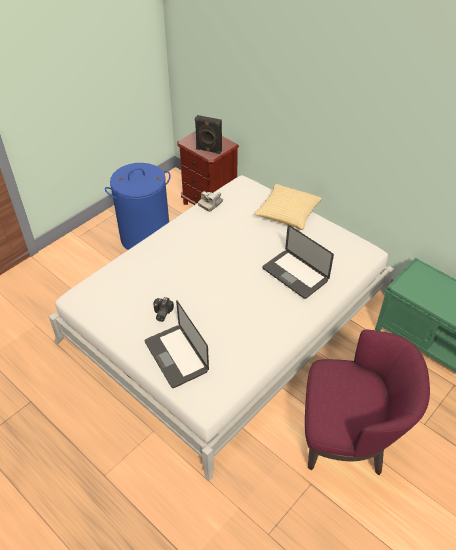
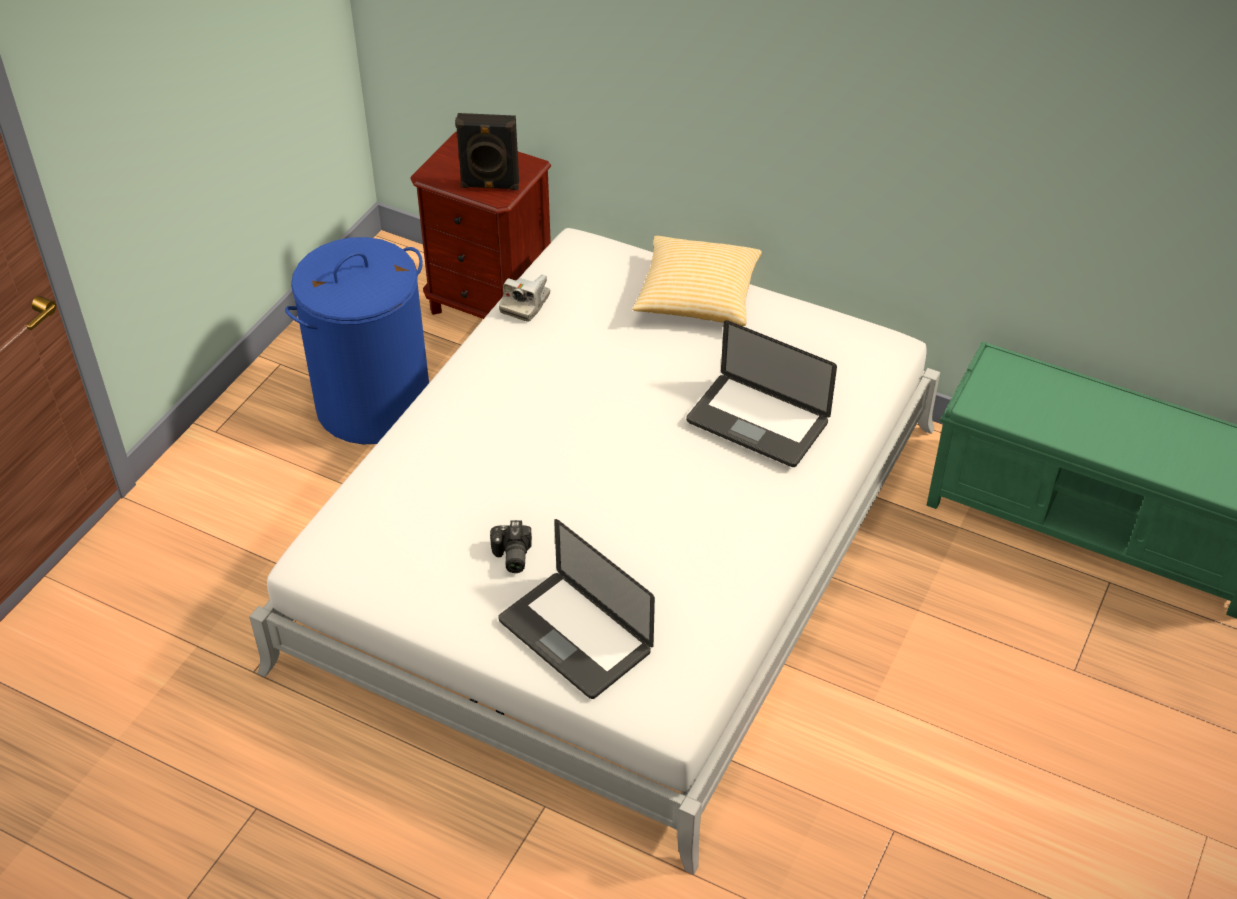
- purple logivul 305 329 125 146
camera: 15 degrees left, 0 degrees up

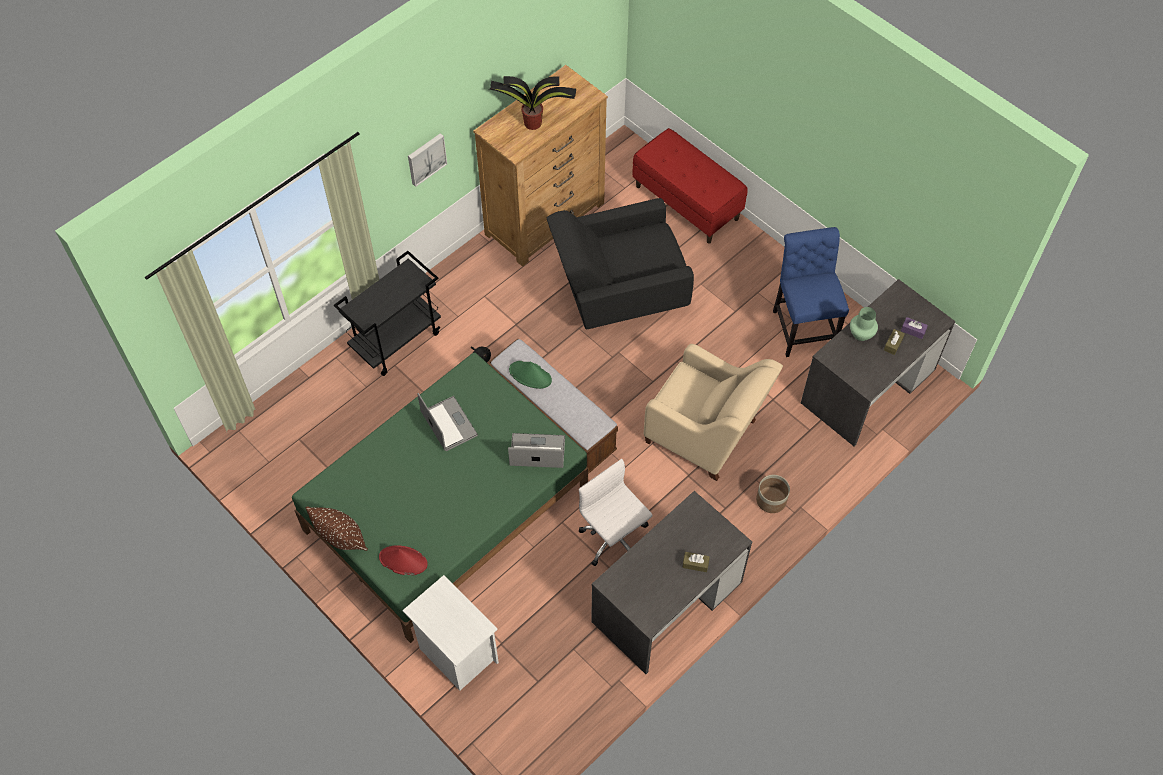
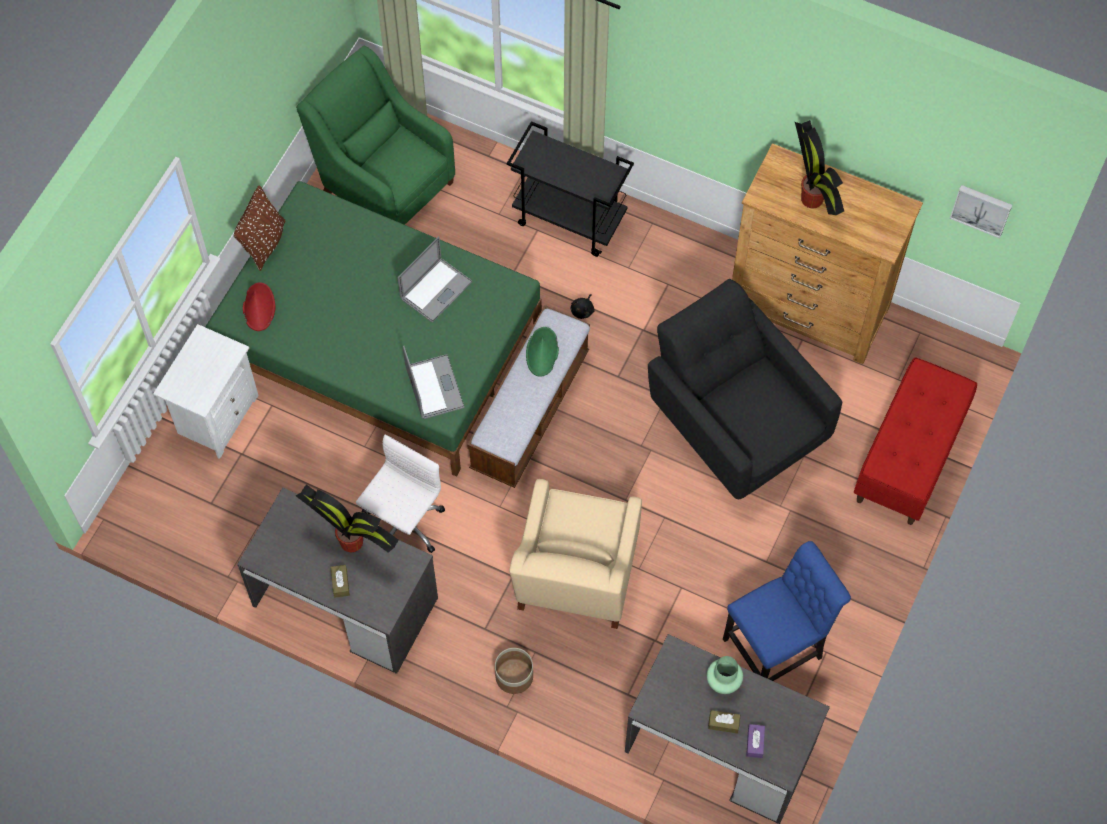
~ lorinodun 408 133 39 54 to 950 185 62 53
+ green logivul 296 46 159 179
+ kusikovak 296 484 102 68
camera: 70 degrees right, 5 degrees up

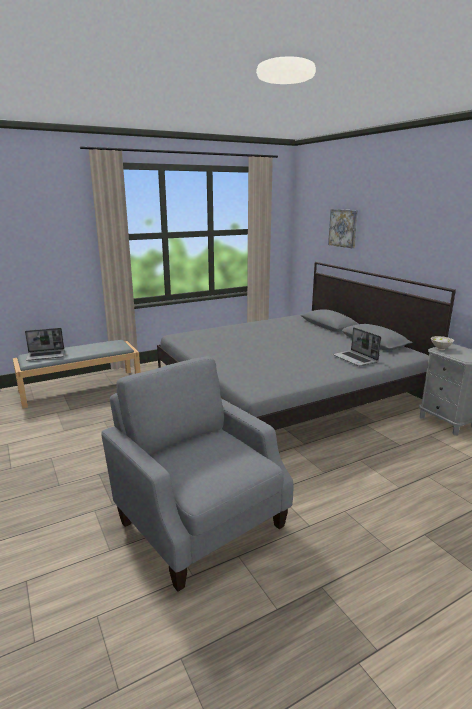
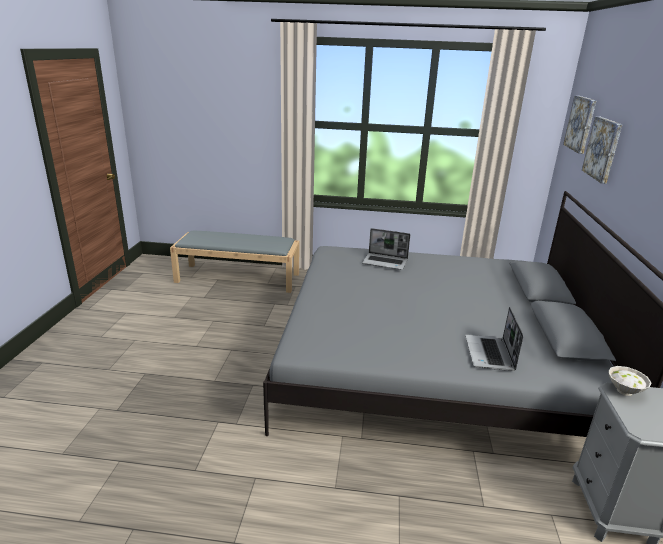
~ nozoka 25 328 39 33 to 362 228 48 42
- grey logivul 101 356 193 236
+ lorinodun 563 95 34 59
camera: 35 degrees right, 5 degrees up

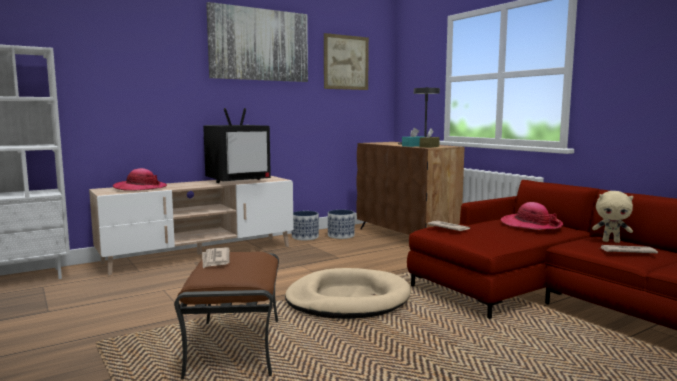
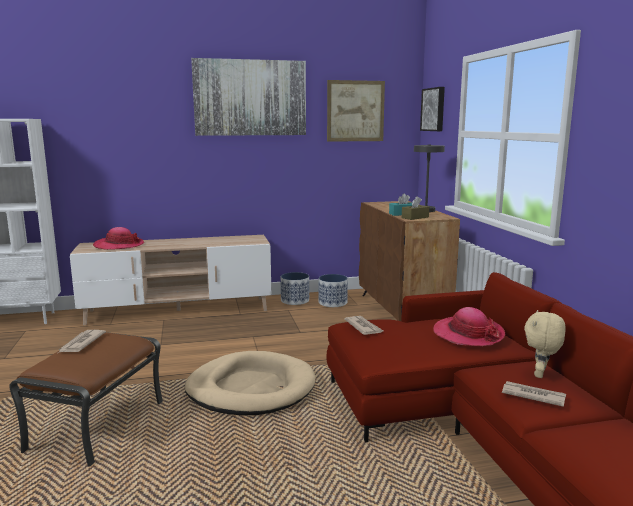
- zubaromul 203 108 68 75
~ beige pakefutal 592 191 42 52 = 524 310 42 68 75 degrees clockwise
+ lorinodun 420 87 25 44
camera: 20 degrees right, 5 degrees up

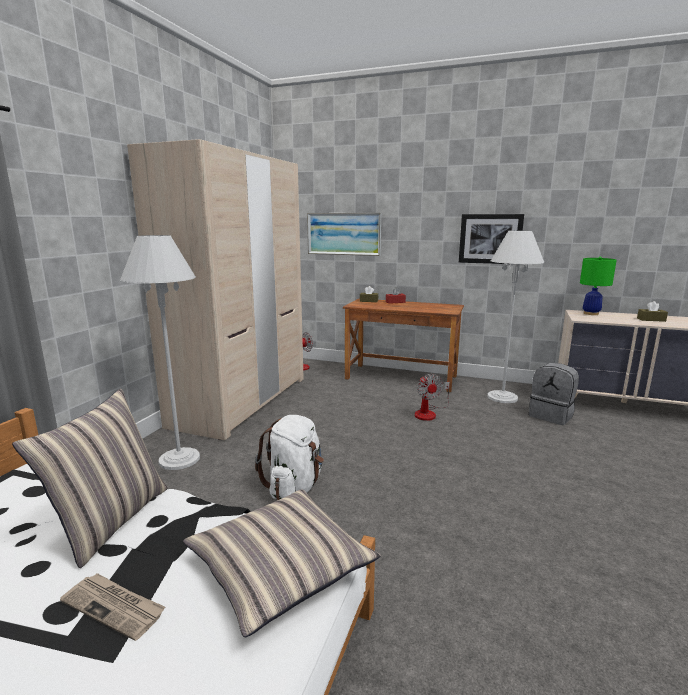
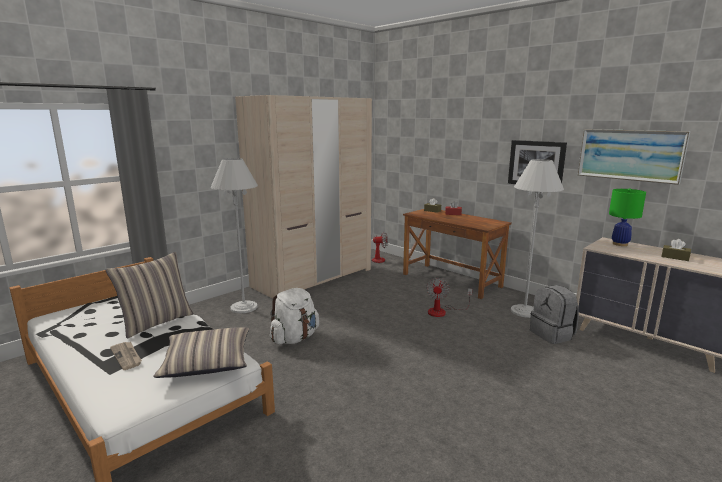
~ lorinodun 307 213 74 43 to 578 129 112 56
camera: 25 degrees right, 0 degrees up

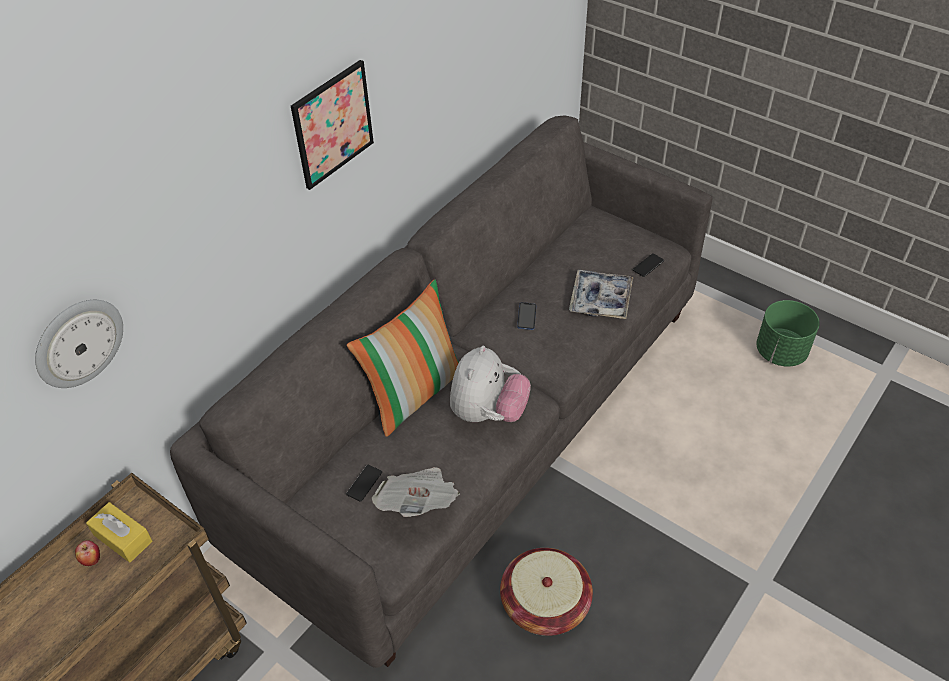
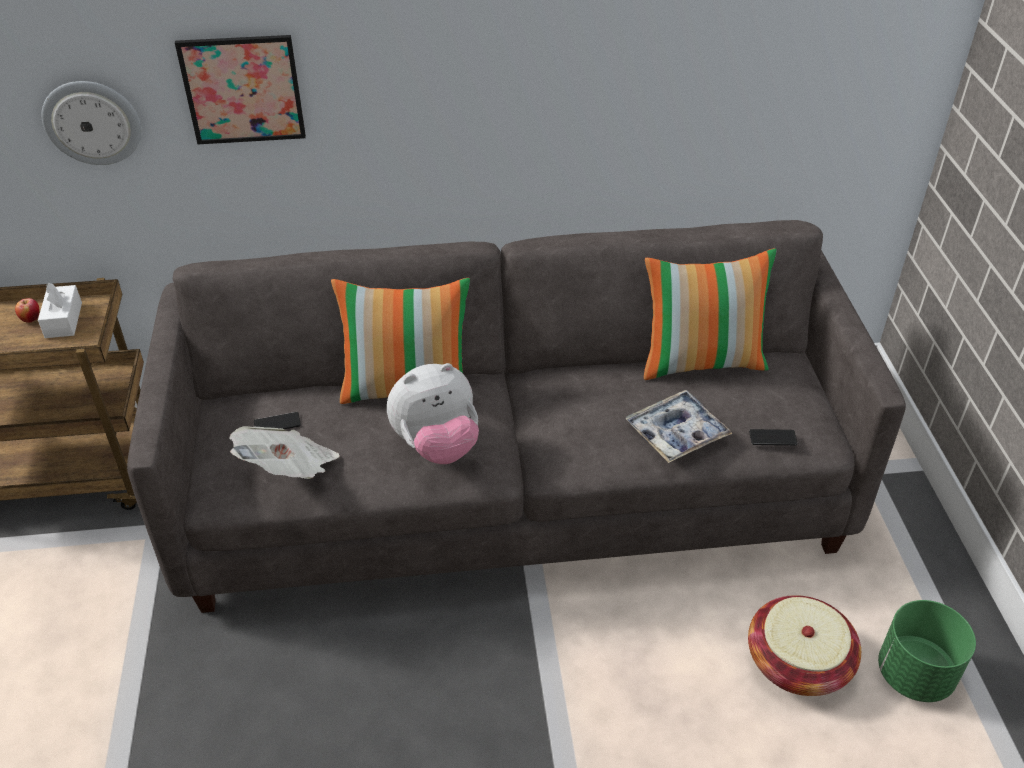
~ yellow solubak 86 502 66 61 to white solubak 38 283 44 55
~ lorinodun 291 60 83 130 to 175 35 131 109
~ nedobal 500 548 93 88 to 748 595 113 101
- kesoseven 517 302 19 28
+ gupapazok 644 248 133 132
camera: 45 degrees right, 5 degrees down

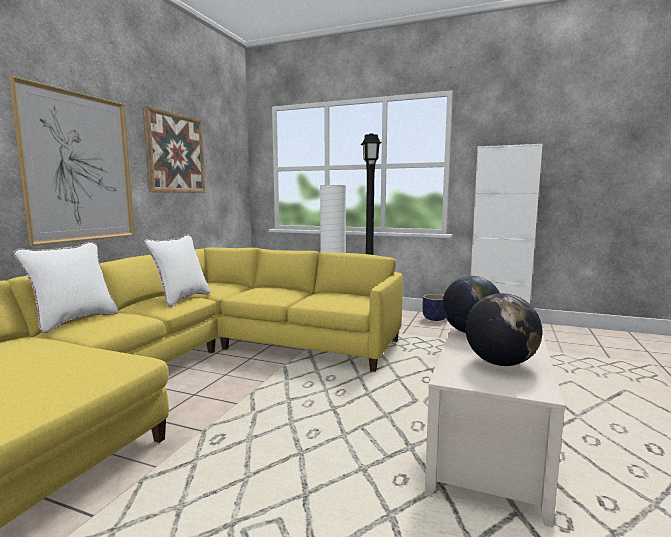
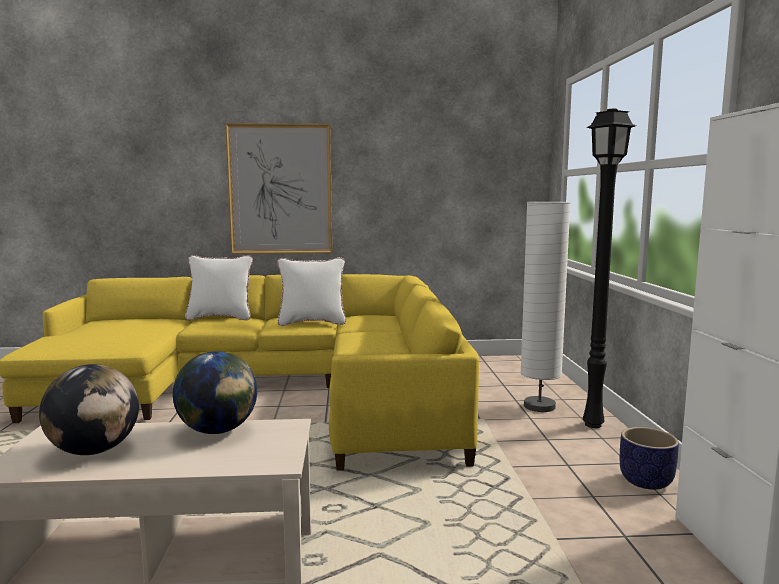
- lorinodun 143 105 63 88
camera: 65 degrees right, 0 degrees up

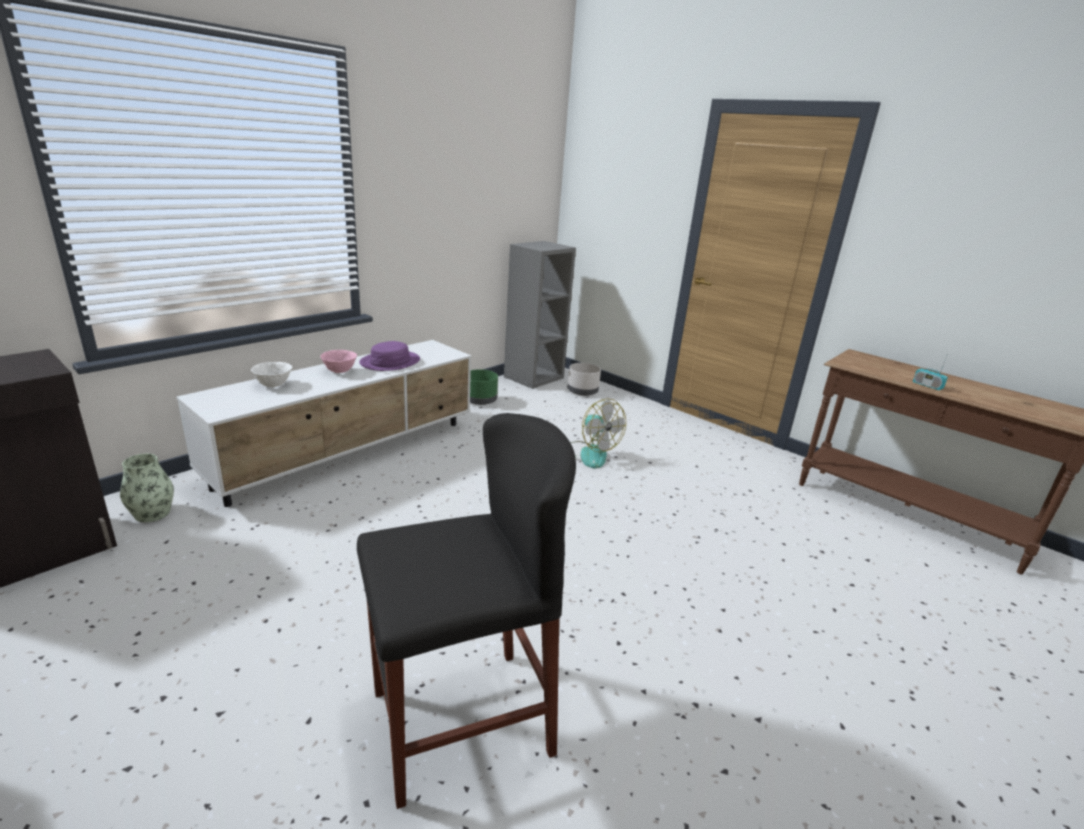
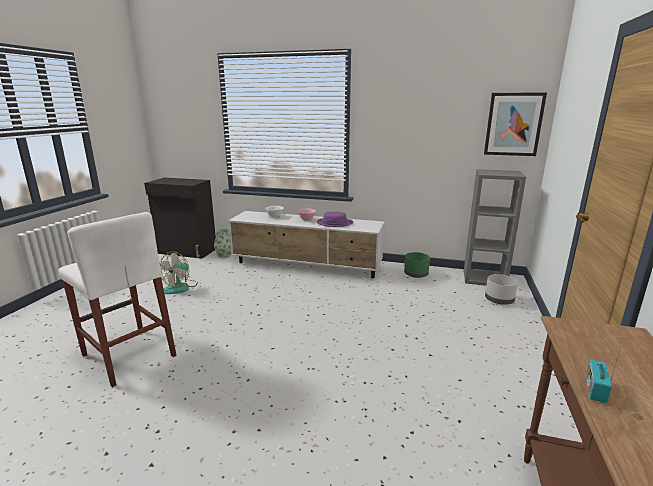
~ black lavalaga 357 413 219 396 to white lavalaga 58 212 118 175
~ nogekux 571 398 55 70 to 160 251 38 43
+ lorinodun 484 92 63 64
camera: 65 degrees right, 5 degrees down

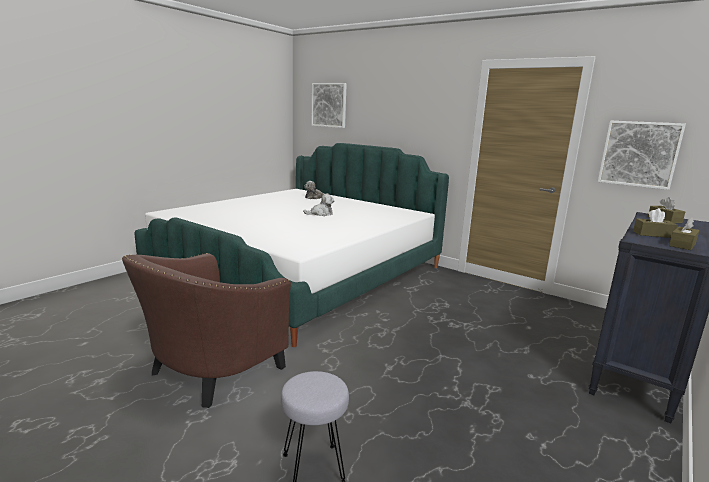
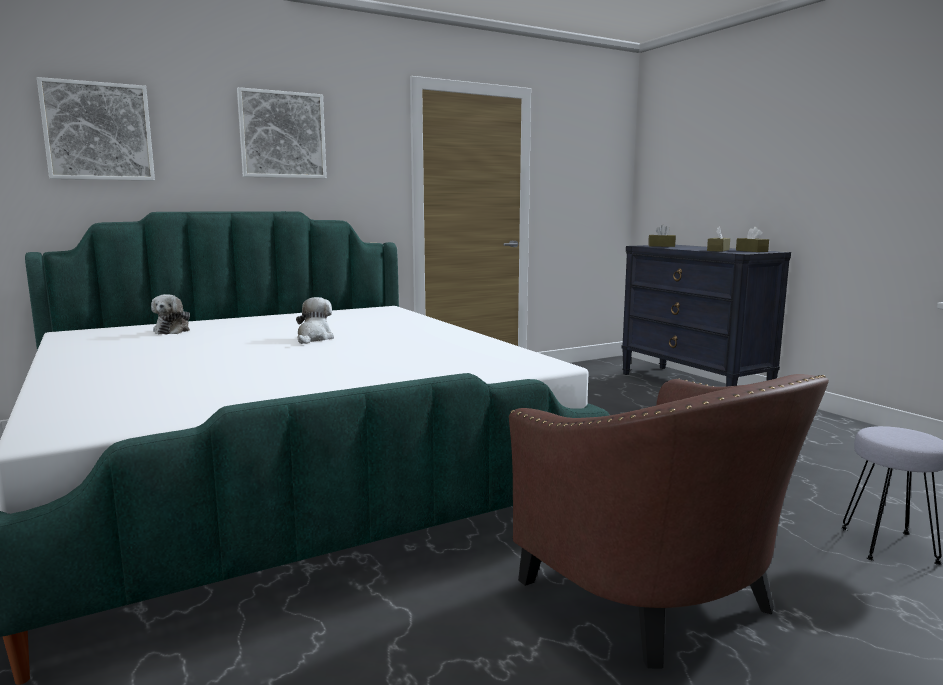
~ lorinodun 598 121 88 69 to 237 87 90 92
camera: 65 degrees left, 5 degrees down

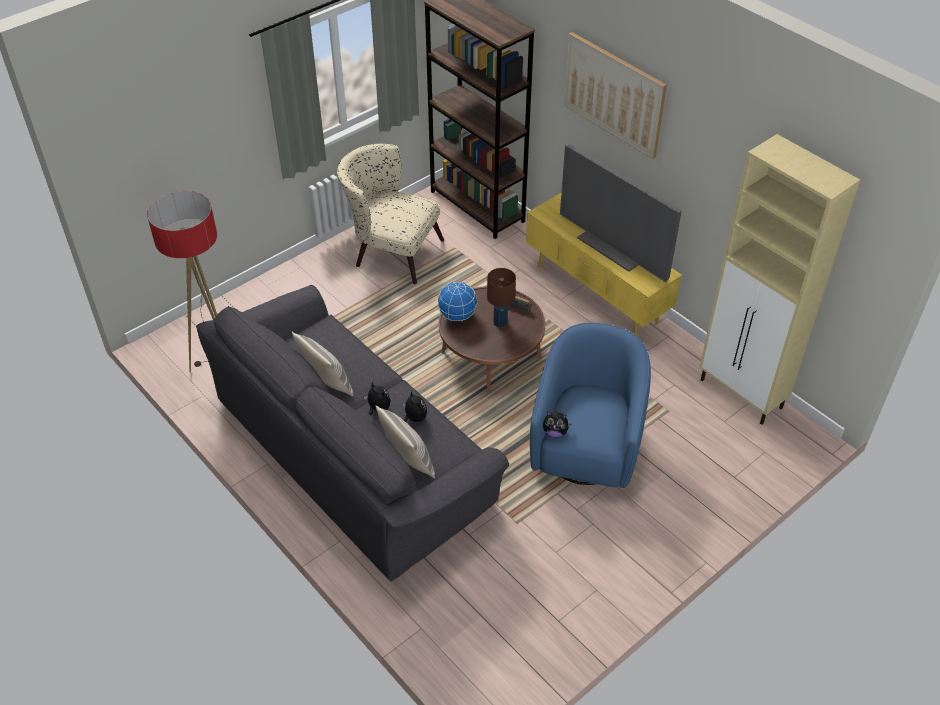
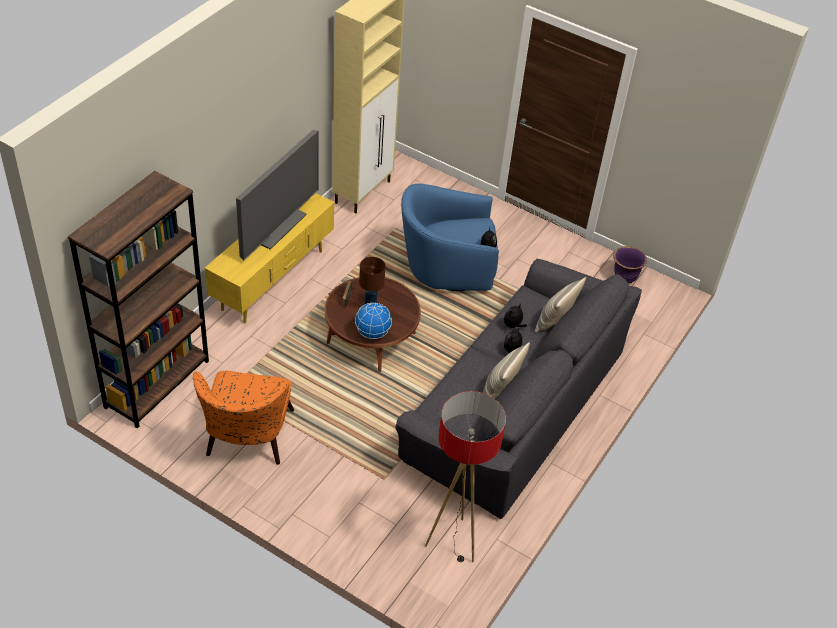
~ beige logivul 337 144 107 140 to orange logivul 193 371 101 94
- lorinodun 564 32 103 127
+ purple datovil 613 246 34 37
camera: 110 degrees left, 0 degrees up

